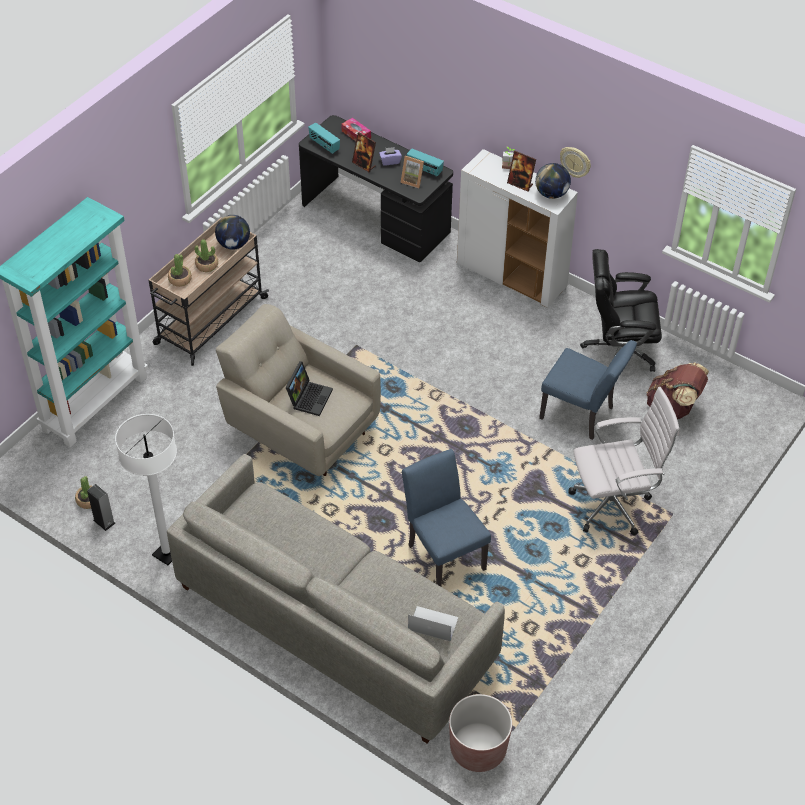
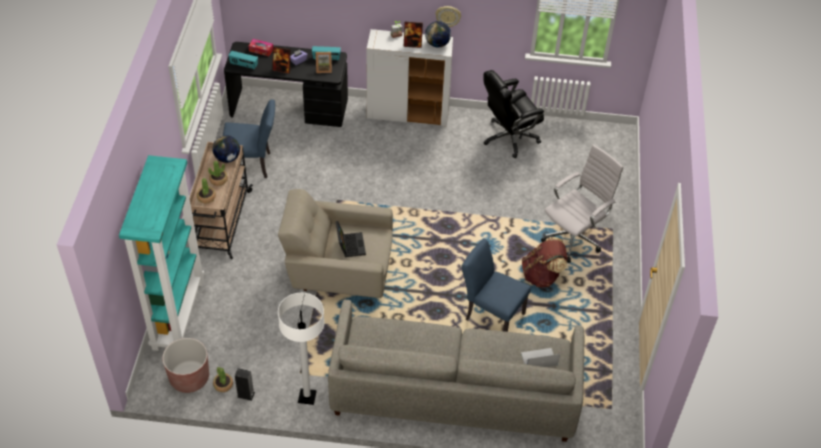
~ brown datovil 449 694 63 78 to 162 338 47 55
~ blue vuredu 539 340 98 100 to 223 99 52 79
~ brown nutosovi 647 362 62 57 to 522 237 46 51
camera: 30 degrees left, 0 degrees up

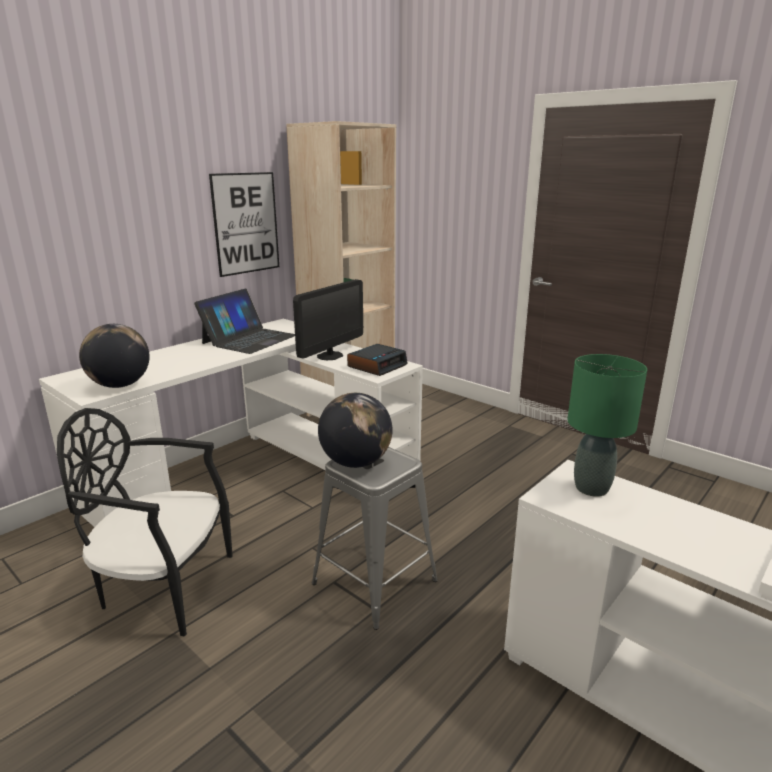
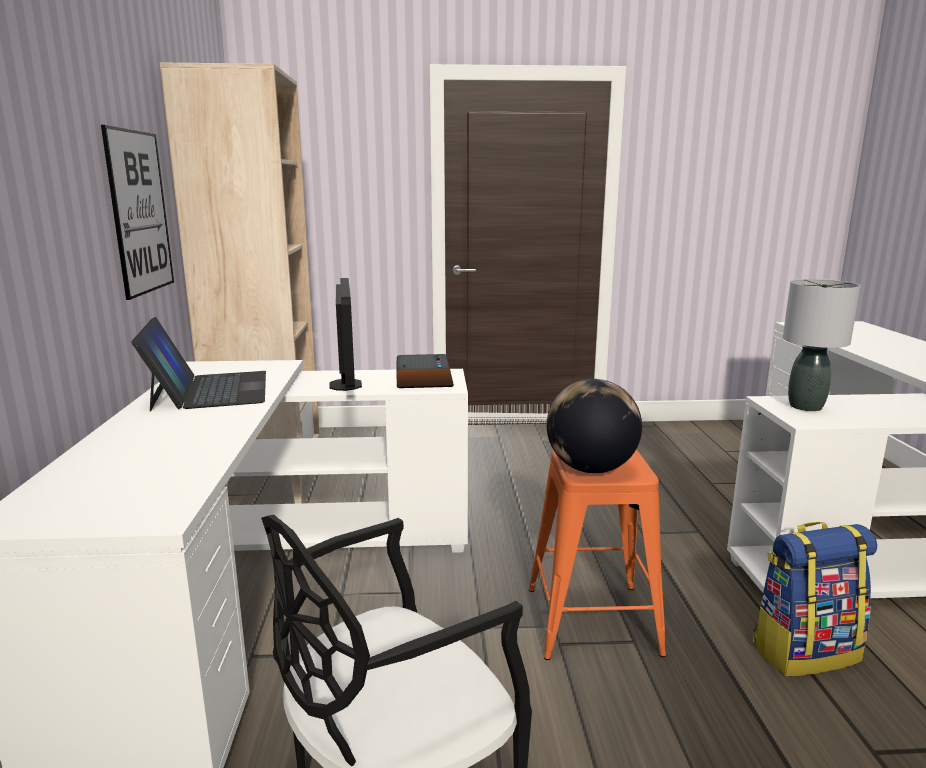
- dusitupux 79 324 71 64
~ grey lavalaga 312 447 126 183 to orange lavalaga 529 450 137 210
~ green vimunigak 567 354 80 143 to grey vimunigak 783 279 77 132
+ nutosovi 753 522 124 154
camera: 45 degrees left, 5 degrees down

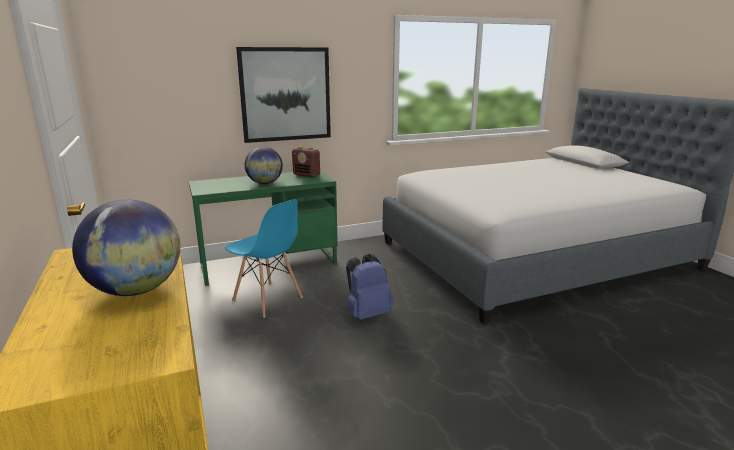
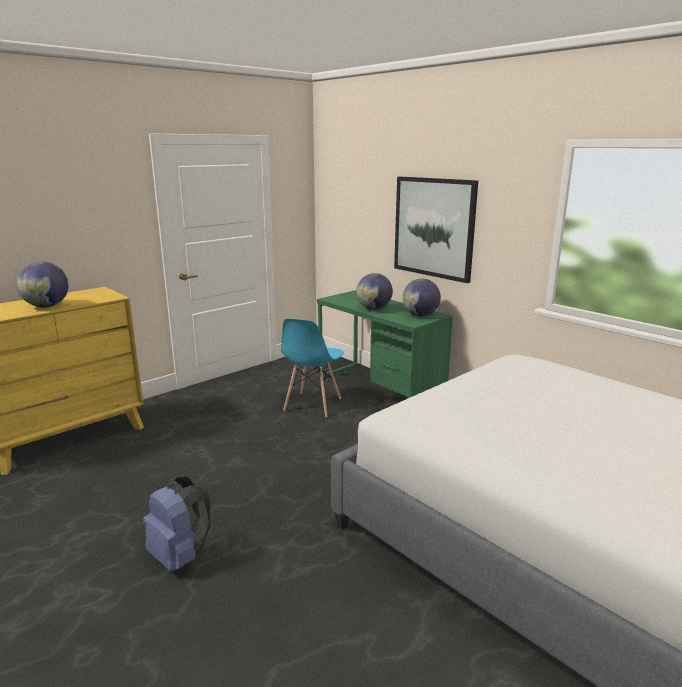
~ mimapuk 292 146 28 31 to dusitupux 402 279 39 37
~ blue nutosovi 346 254 47 66 to 143 477 67 95
camera: 70 degrees right, 0 degrees up

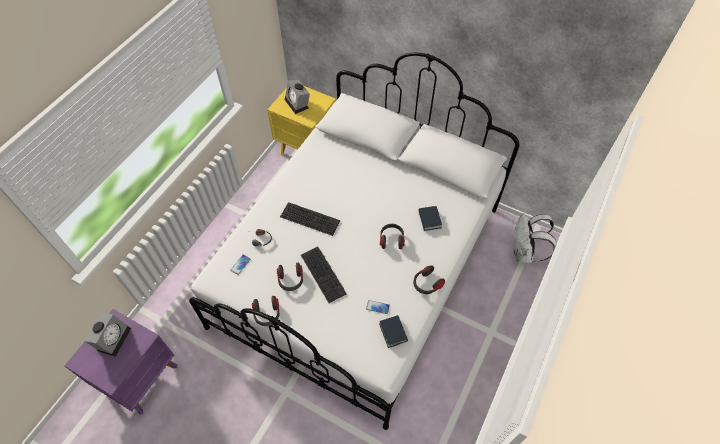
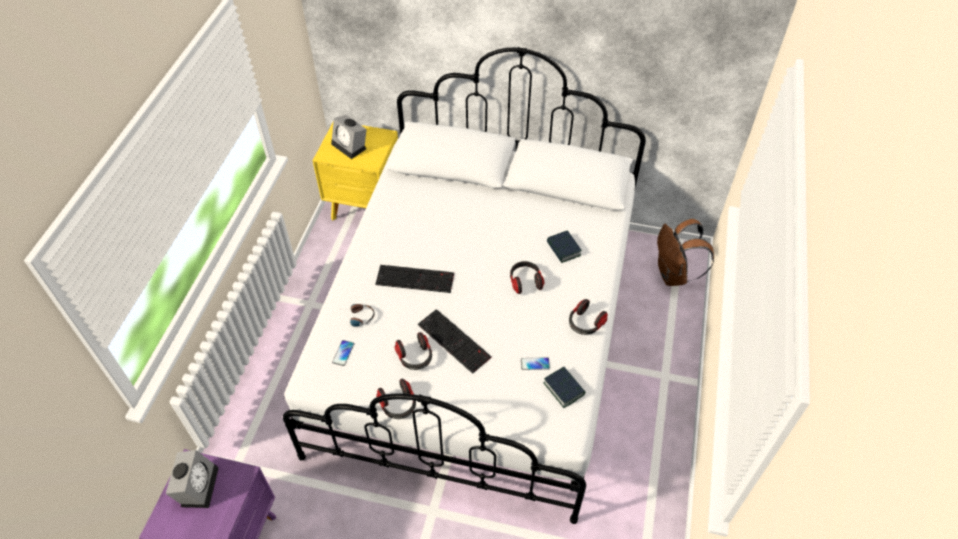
~ white nutosovi 513 213 43 50 to brown nutosovi 657 219 57 67
camera: 15 degrees left, 5 degrees down

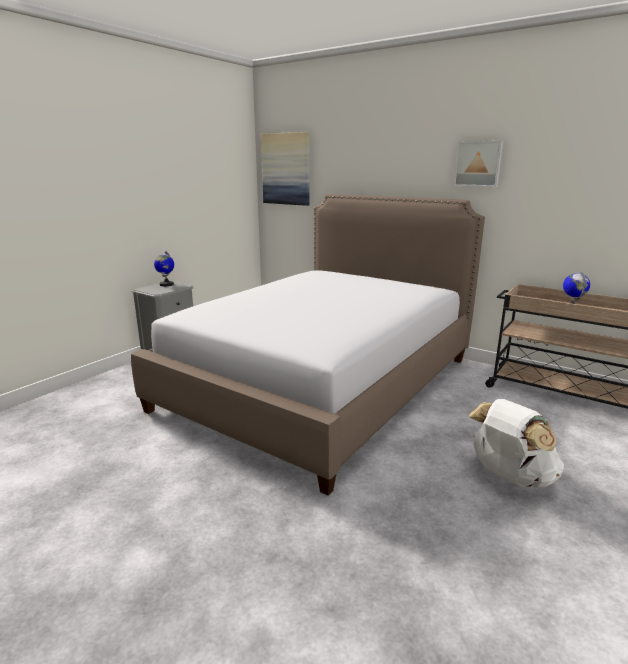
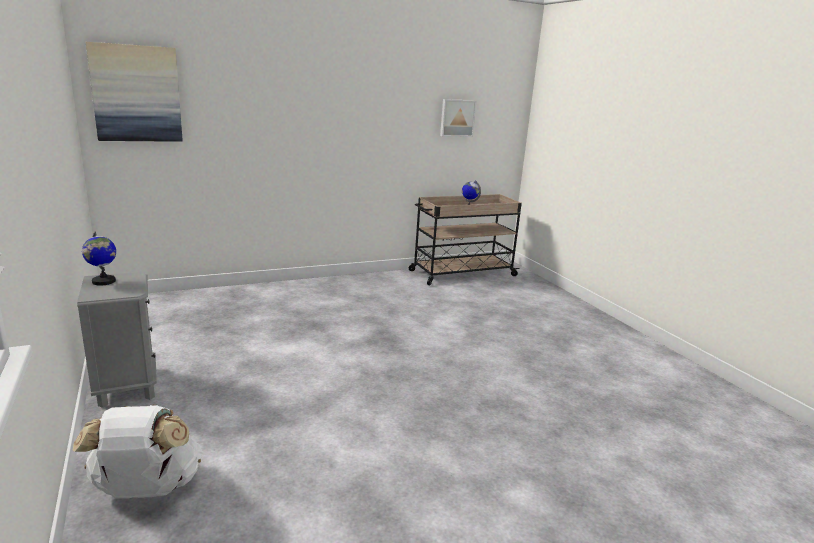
- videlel 131 194 354 301
~ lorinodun 454 141 49 46 to 440 99 36 38
~ white nutosovi 468 399 96 89 to 72 404 130 95
camera: 60 degrees left, 0 degrees up

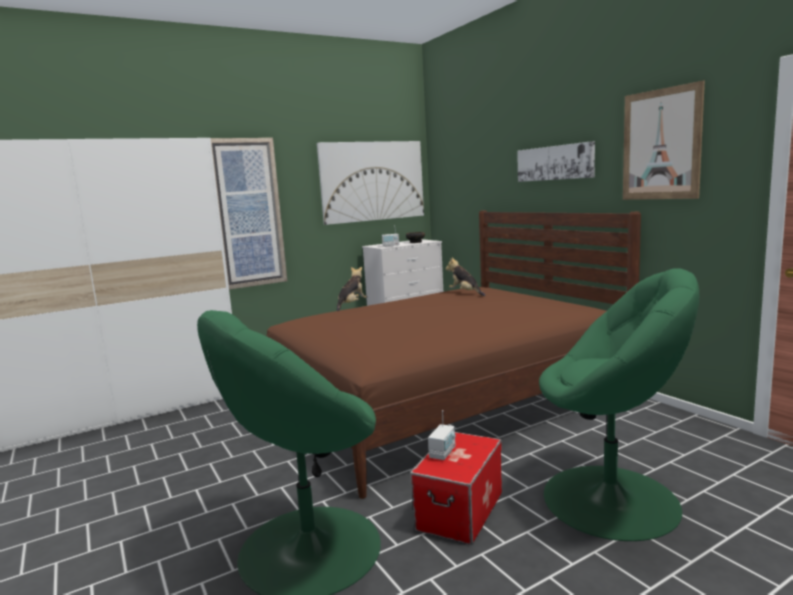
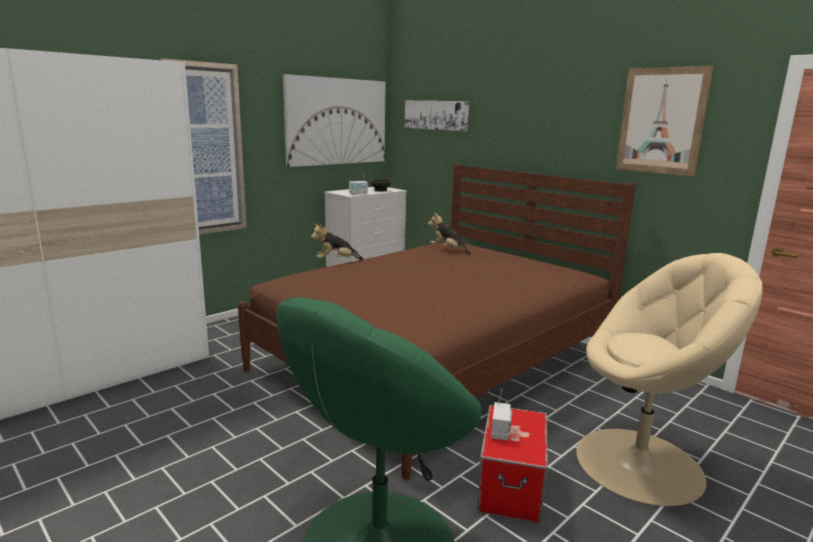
~ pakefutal 337 267 30 44 = 311 224 53 36 120 degrees counterclockwise
~ lorinodun 517 141 78 41 to 405 101 64 30
~ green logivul 539 268 160 273 to beige logivul 576 253 187 253
camera: 15 degrees left, 5 degrees up

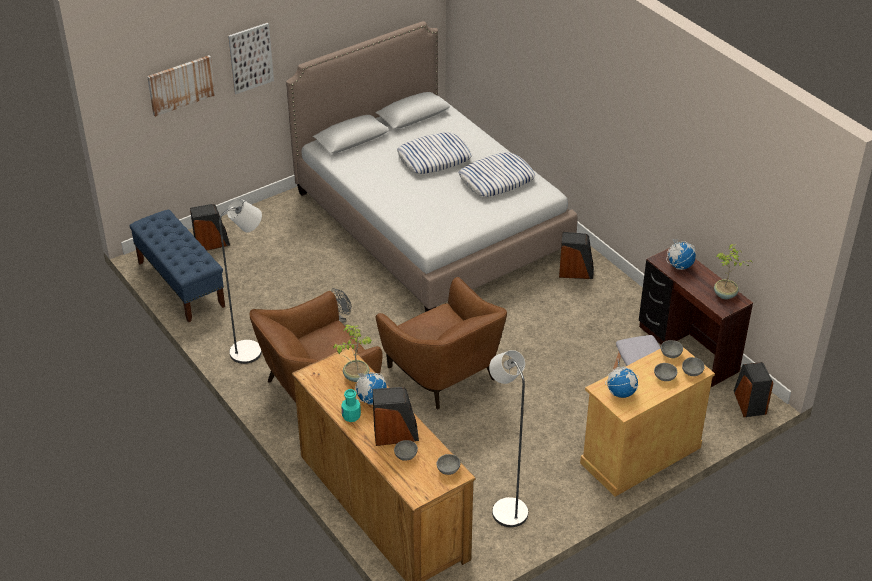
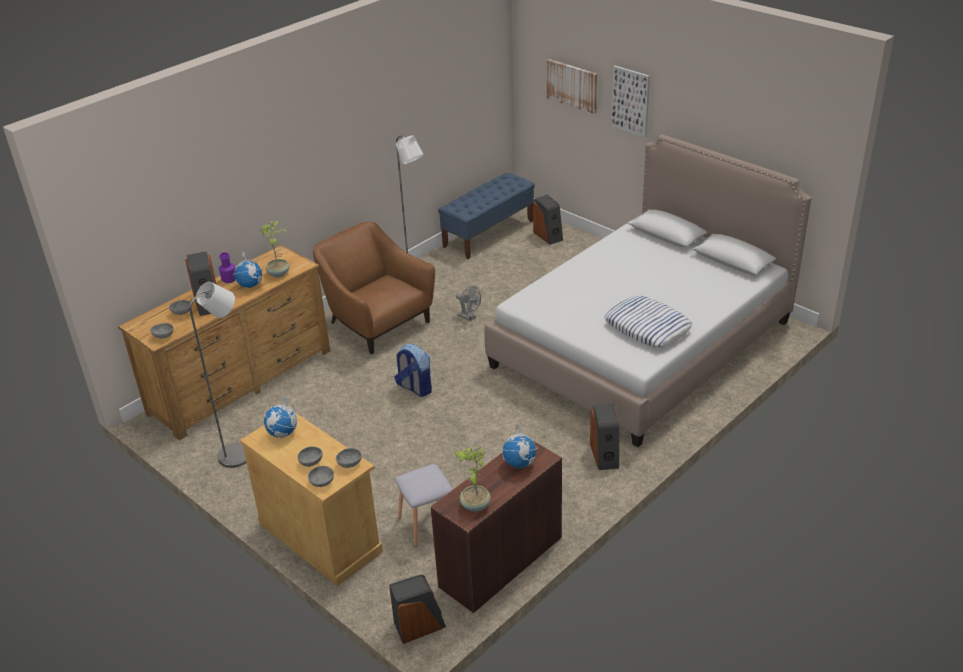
~ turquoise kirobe 341 389 20 33 to purple kirobe 219 252 16 31
~ brown logivul 376 277 131 132 to nutosovi 394 344 38 53
- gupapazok 397 132 75 42
camera: 80 degrees right, 5 degrees down

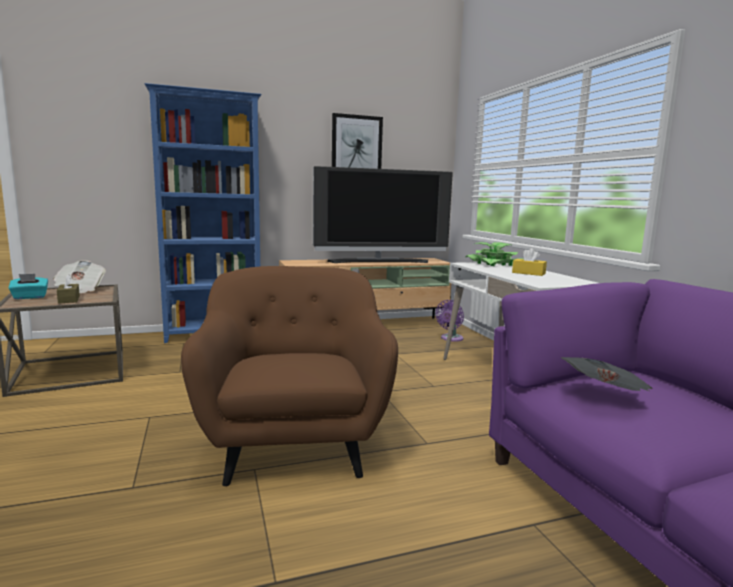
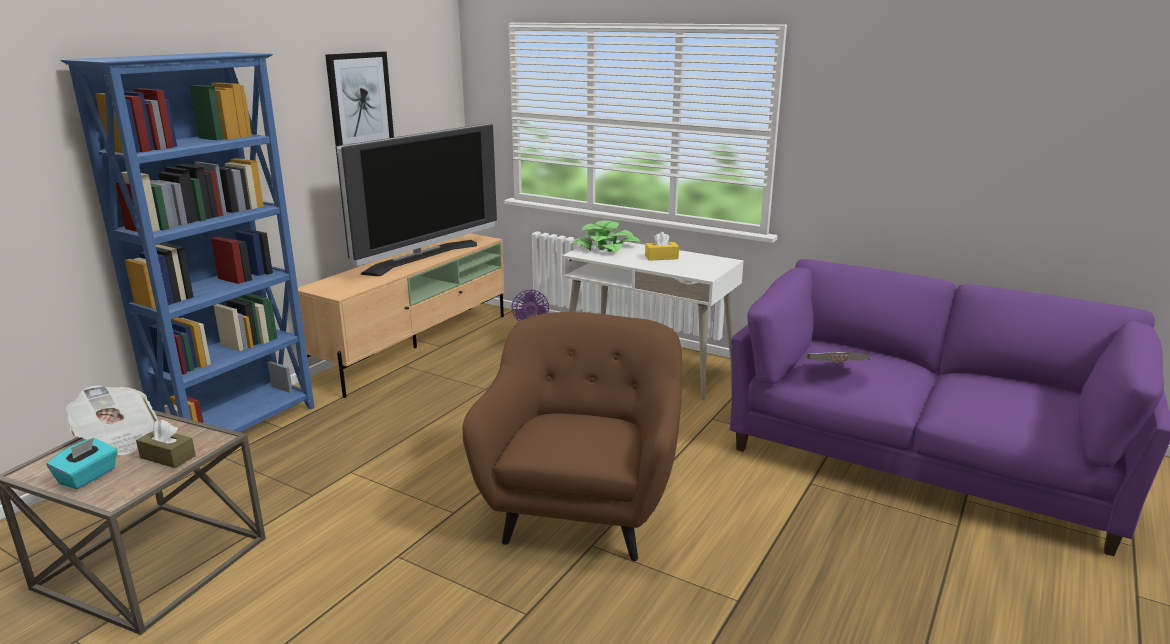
~ brown logivul 181 266 217 220 = 462 312 220 249 60 degrees clockwise
camera: 40 degrees left, 10 degrees up

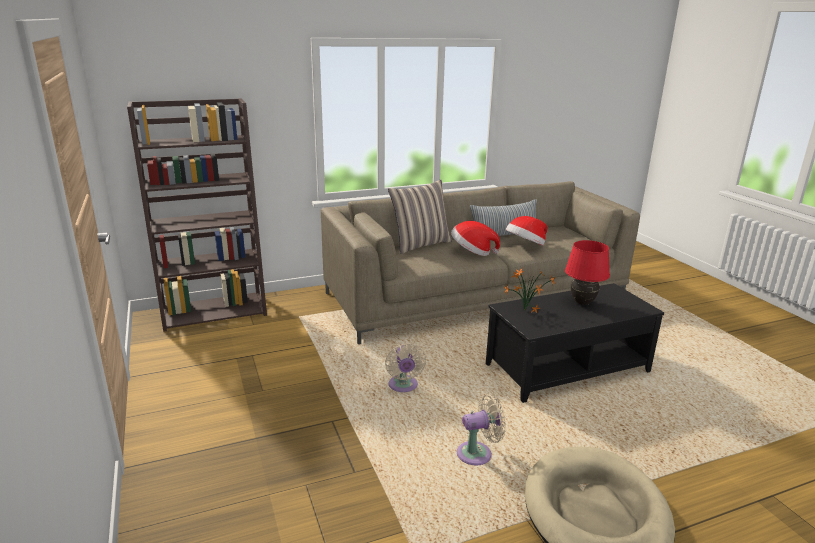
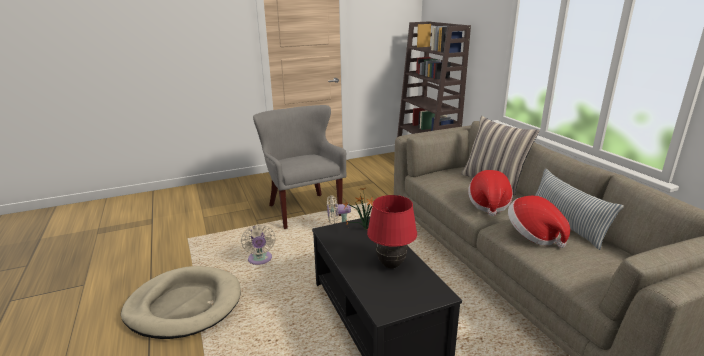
+ grey logivul 253 105 93 124
camera: 90 degrees right, 0 degrees up

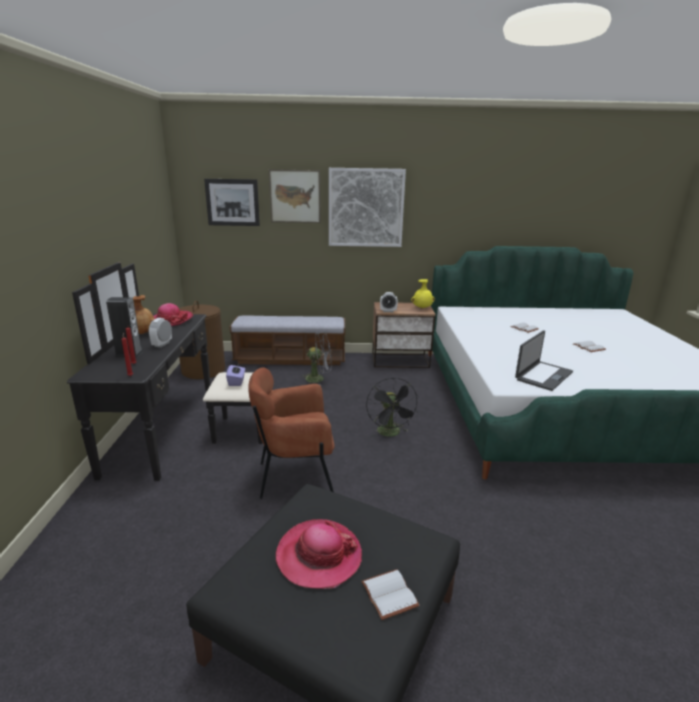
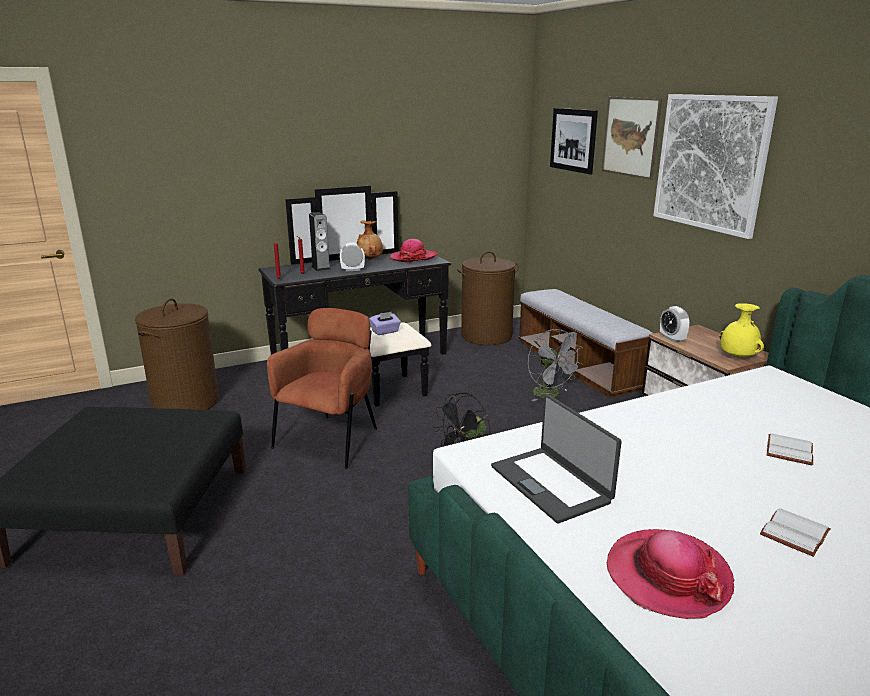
~ brown logivul 248 367 87 132 = 267 308 110 161 60 degrees clockwise
~ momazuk 276 519 86 70 to 607 529 127 90
- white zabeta 361 569 59 51
~ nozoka 515 331 58 60 = 491 394 131 130 45 degrees clockwise
+ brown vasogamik 135 298 84 112
camera: 65 degrees right, 0 degrees up

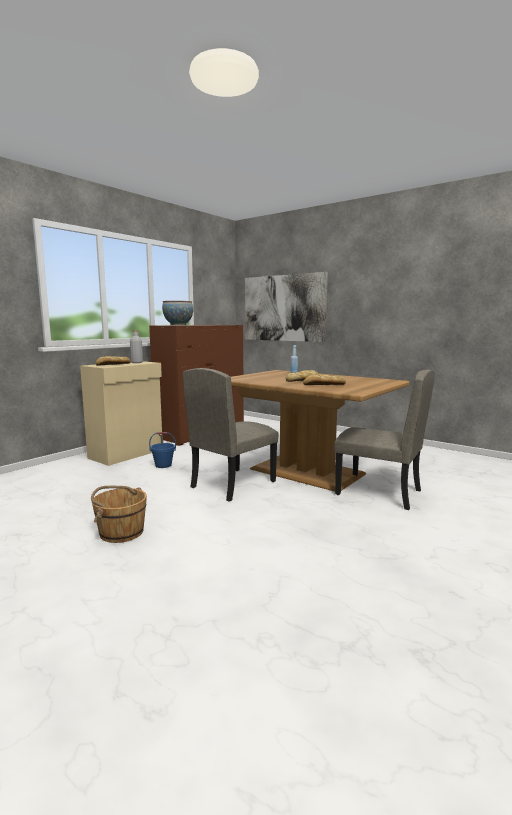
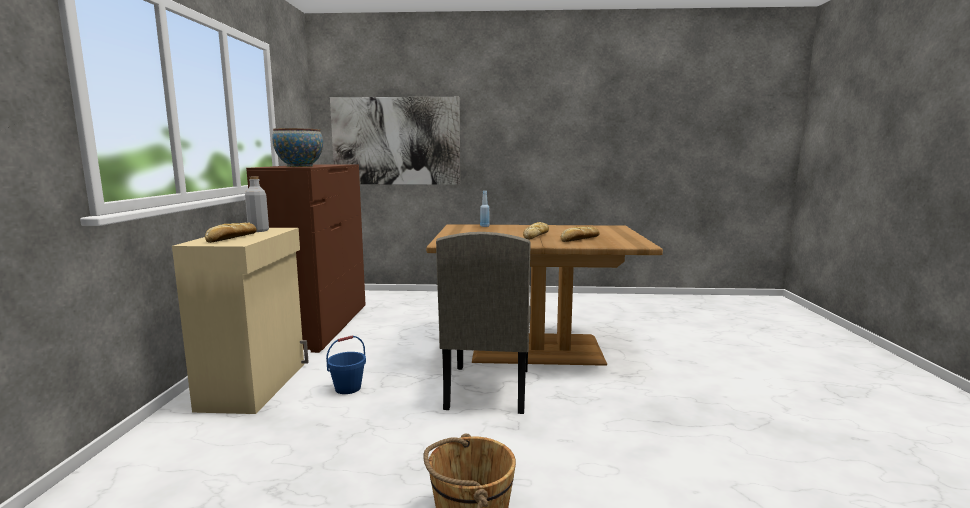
- beige vuredu 334 369 101 141
camera: 35 degrees left, 0 degrees up

